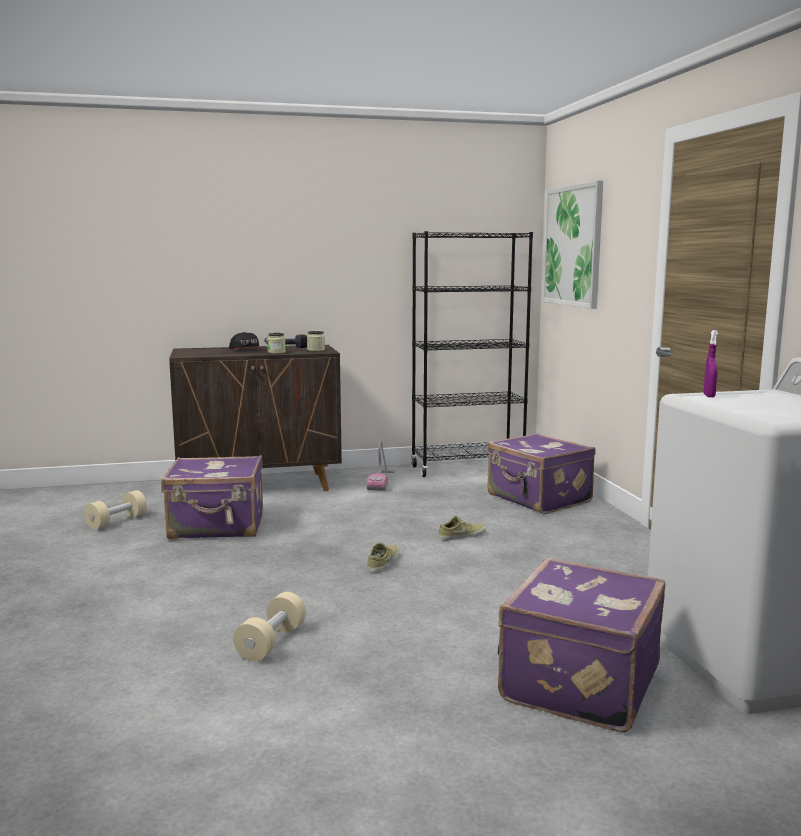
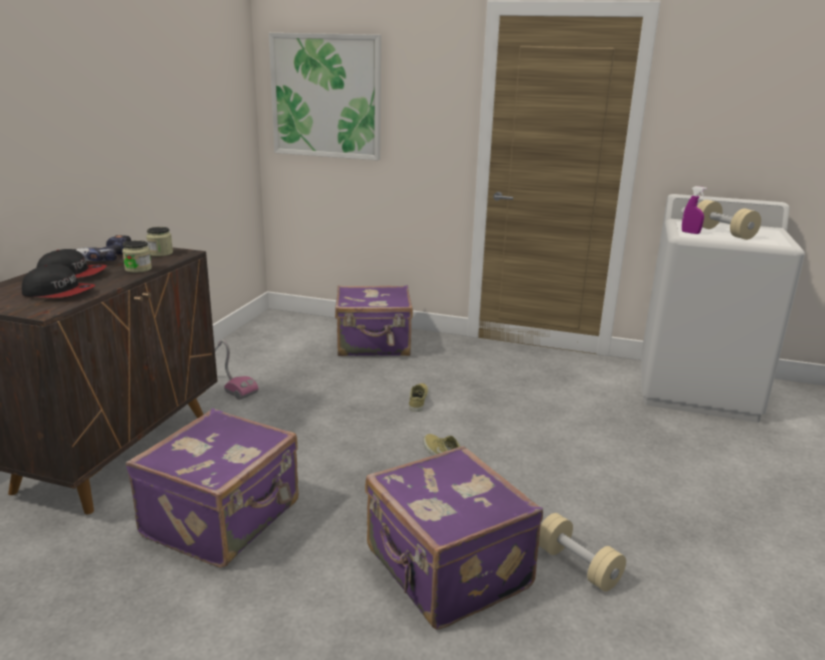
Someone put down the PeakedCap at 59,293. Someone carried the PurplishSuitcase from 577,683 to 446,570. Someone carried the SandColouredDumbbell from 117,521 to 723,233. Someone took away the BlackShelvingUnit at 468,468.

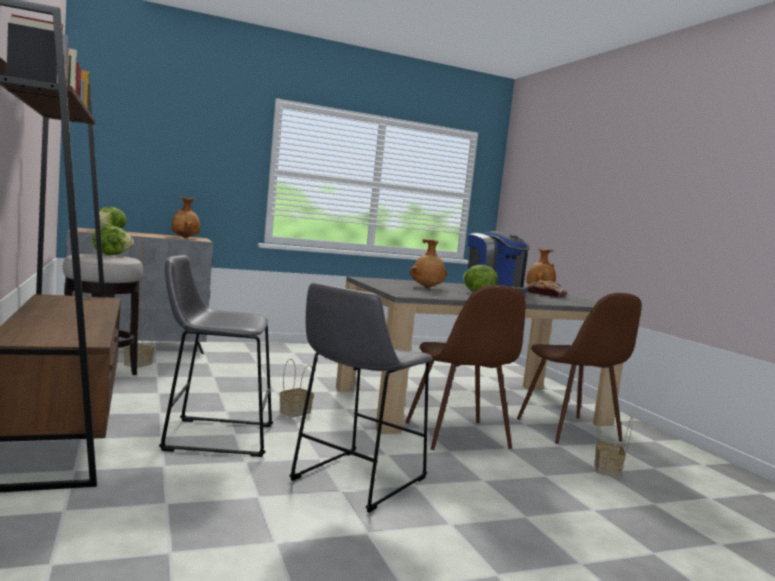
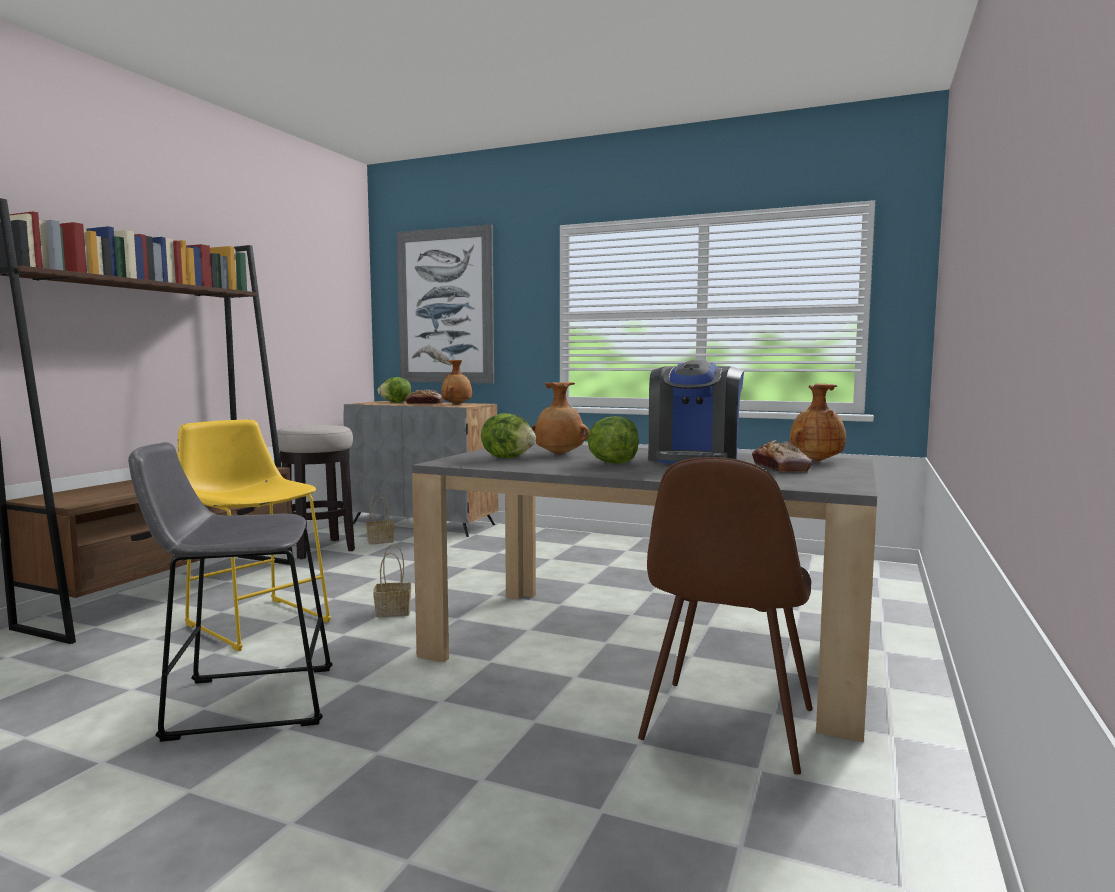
Someone repainted the GrayStool at 212,436, which became the YellowishStool at 255,621. Someone put up the WallPicture at 445,306. Someone put down the BakedBread at 424,403. Someone carried the Lettuce from 111,254 to 508,457. Someone took away the BrownColouredPlainChair at 457,436. Someone took away the HouseholdBasket at 608,470.

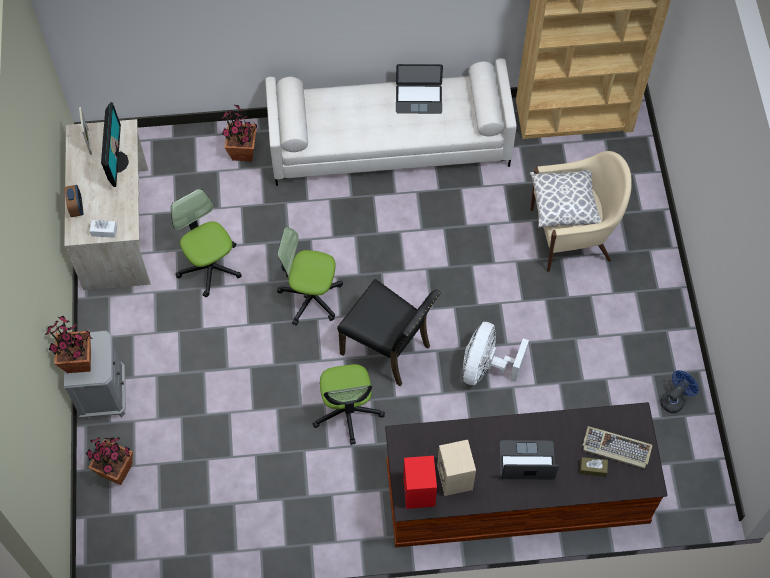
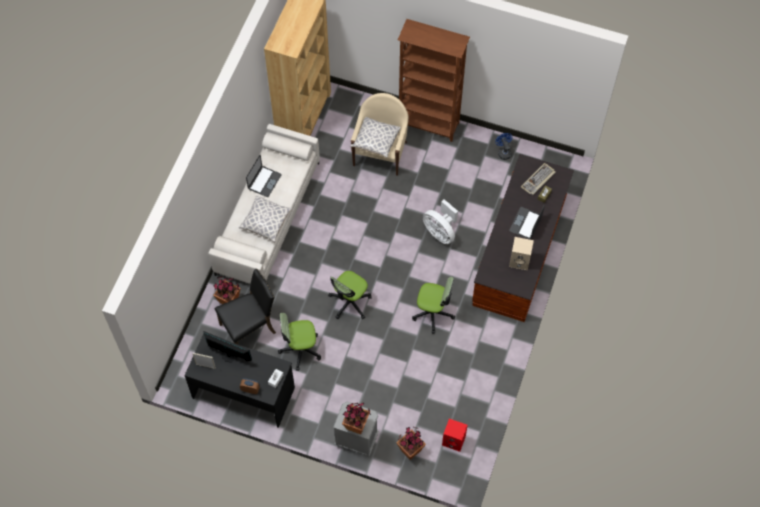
Someone repainted the SandColouredDesk at 117,228, which became the BlackDesk at 244,392. Someone carried the BlackPlainChair from 388,349 to 249,329. Someone put down the Cushion at 266,222. Someone put down the BrownColouredShelvingUnit at 429,125. Someone carried the RedAudioSpeaker from 420,493 to 454,440.

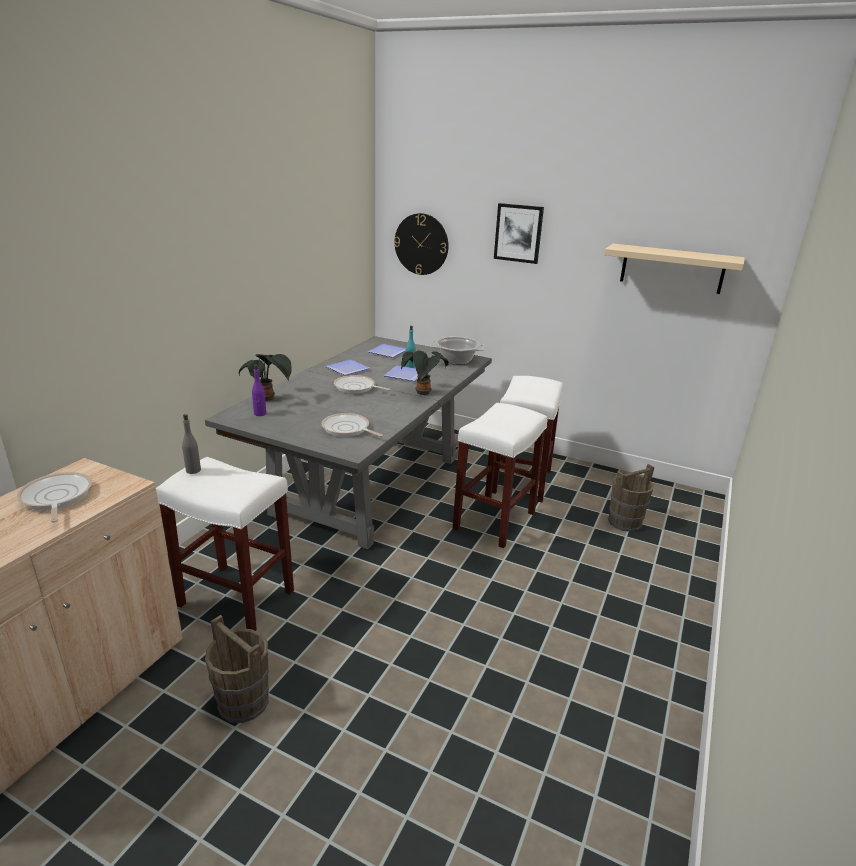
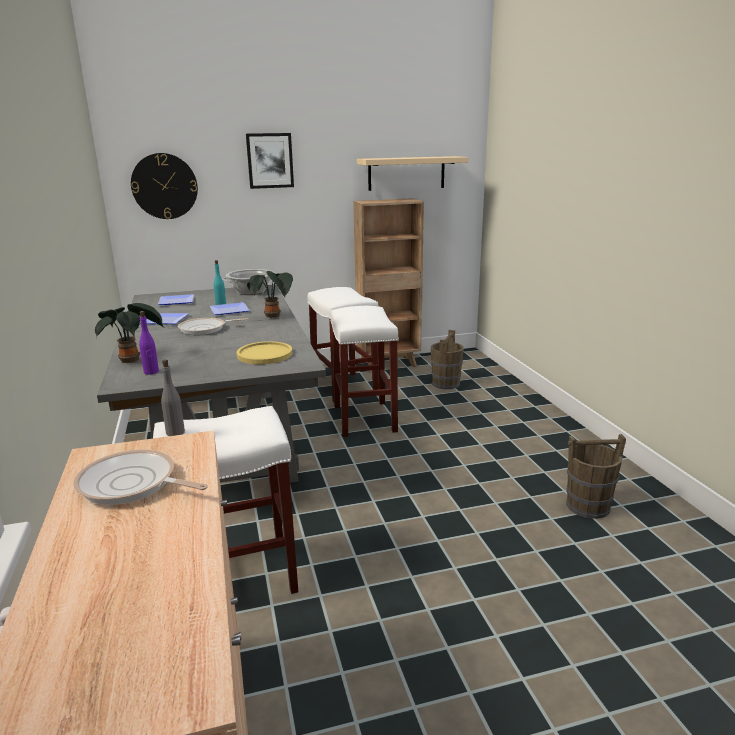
Someone swapped the Skillet at 347,429 for the YellowishFlatDish at 264,354. Someone put down the BrownColouredShelvingUnit at 389,364. Someone carried the BrownColouredBucket from 244,702 to 588,506.

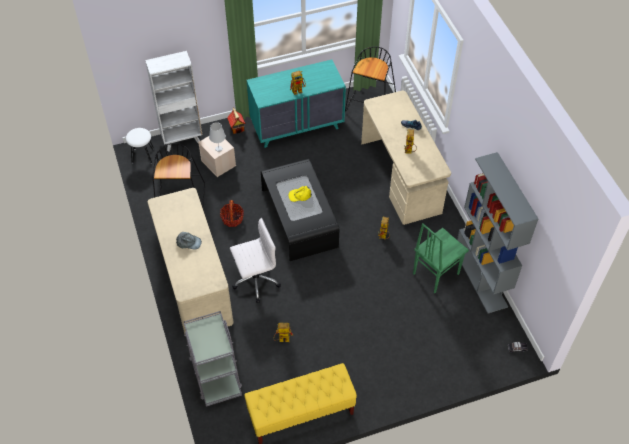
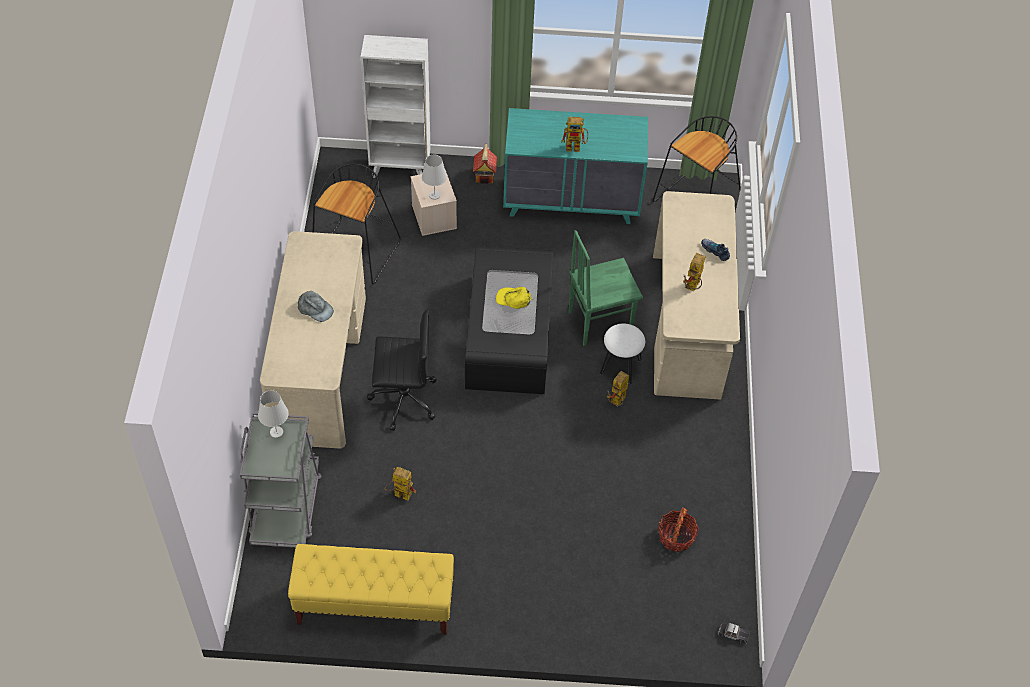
Someone put down the WhiteTableLamp at 276,432. Someone repainted the WhiteComputerChair at 255,280, which became the BlackComputerChair at 403,398. Someone carried the GreenPlainChair from 435,273 to 598,322. Someone carried the WhiteStool from 143,156 to 620,368. Someone carried the HouseholdBasket from 232,219 to 676,537. Someone took away the GrayShelvingUnit at 481,278.

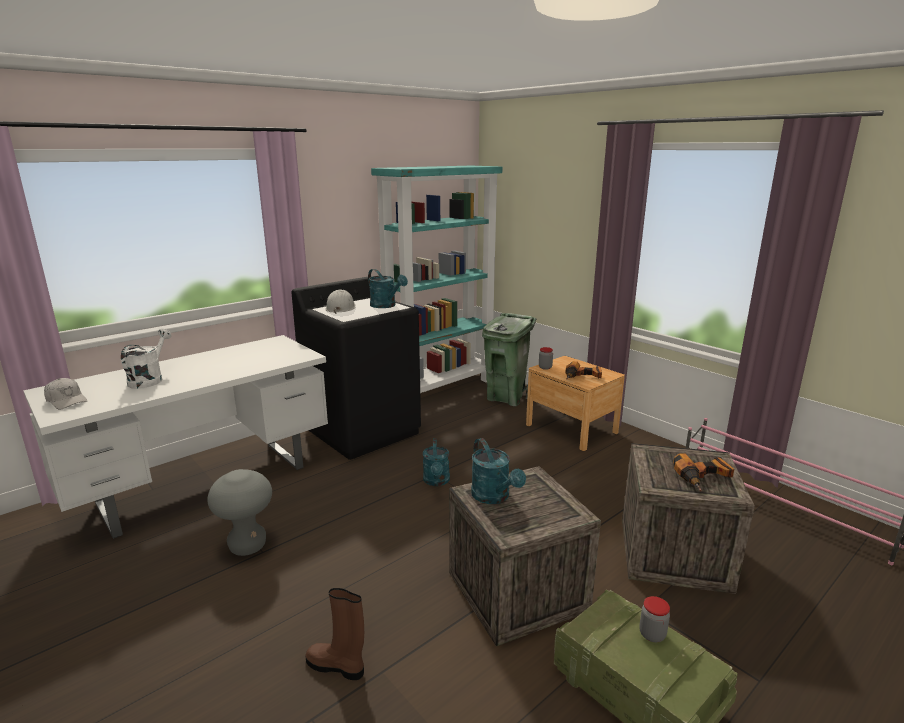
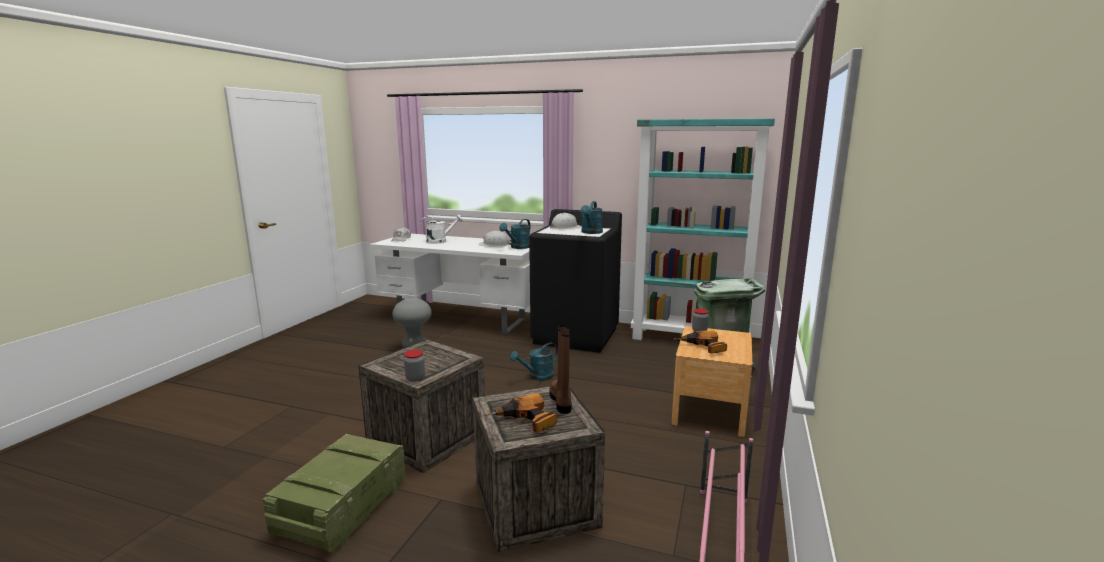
Someone carried the StorageJar from 652,634 to 415,378. Someone put down the WhiteWorkHelmet at 494,245. Someone carried the BlueGreenWateringCan from 494,497 to 518,247. Someone carried the BrownColouredBoot from 337,666 to 561,401.

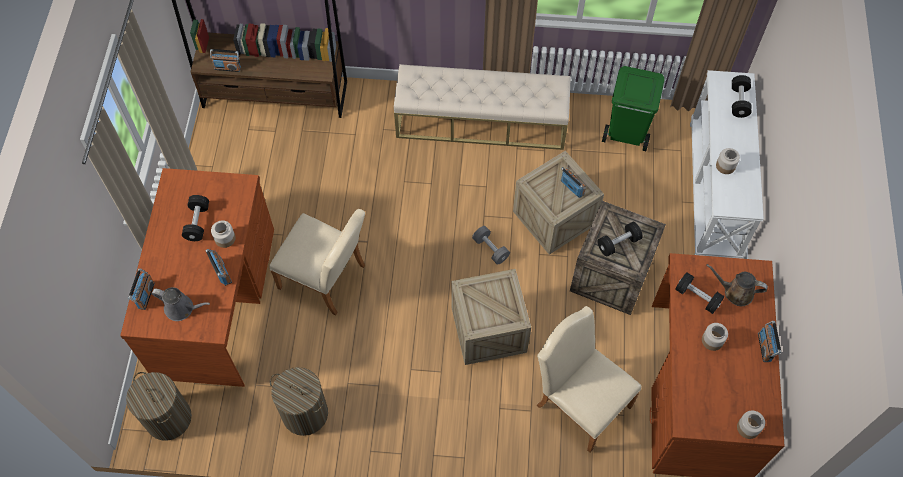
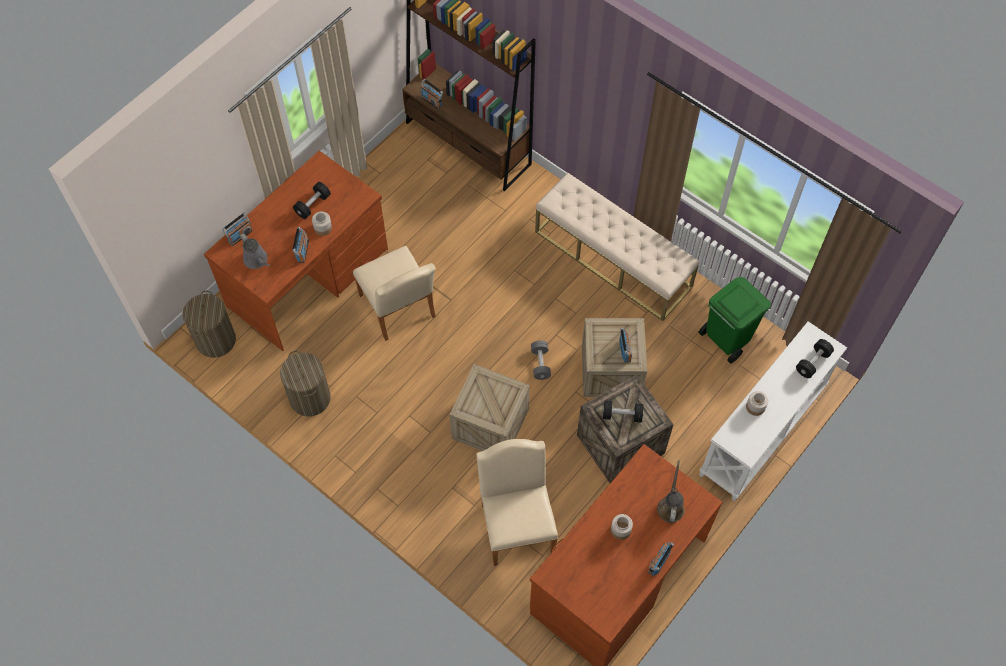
Someone rotated the BrownColouredWateringCan at 735,292 by 45 degrees clockwise. Someone took away the BlackDumbbell at 697,297. Someone took away the StorageJar at 748,427.

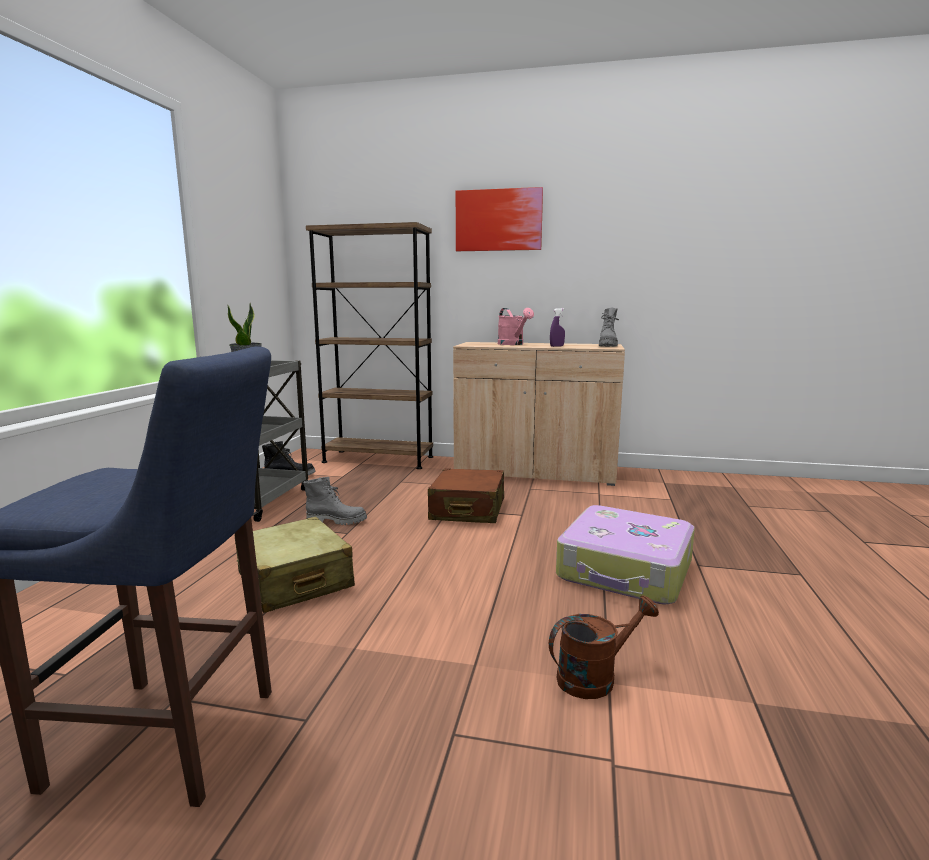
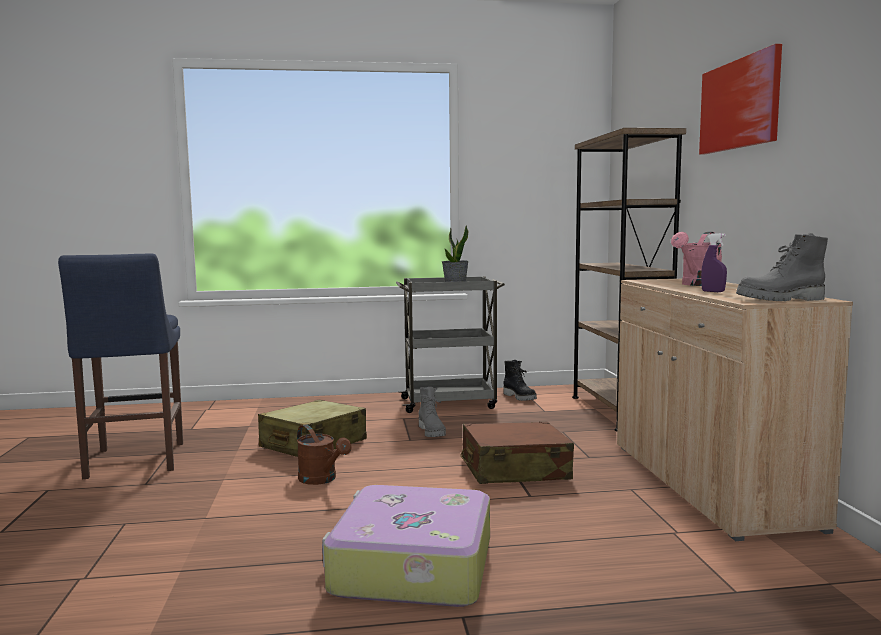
Someone carried the BrownColouredWateringCan from 595,677 to 322,479.

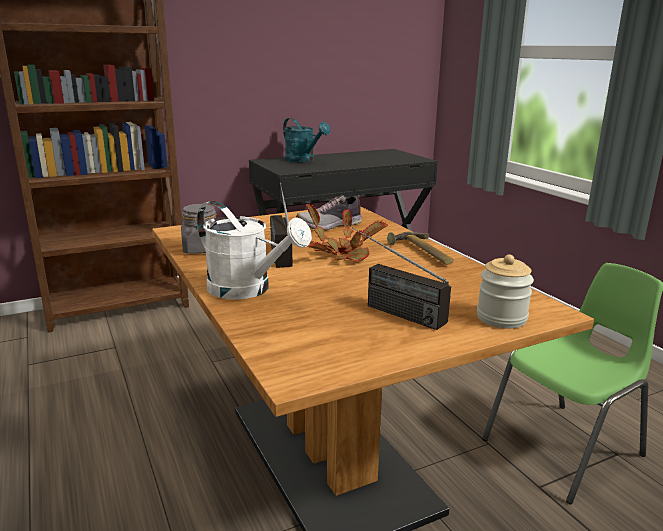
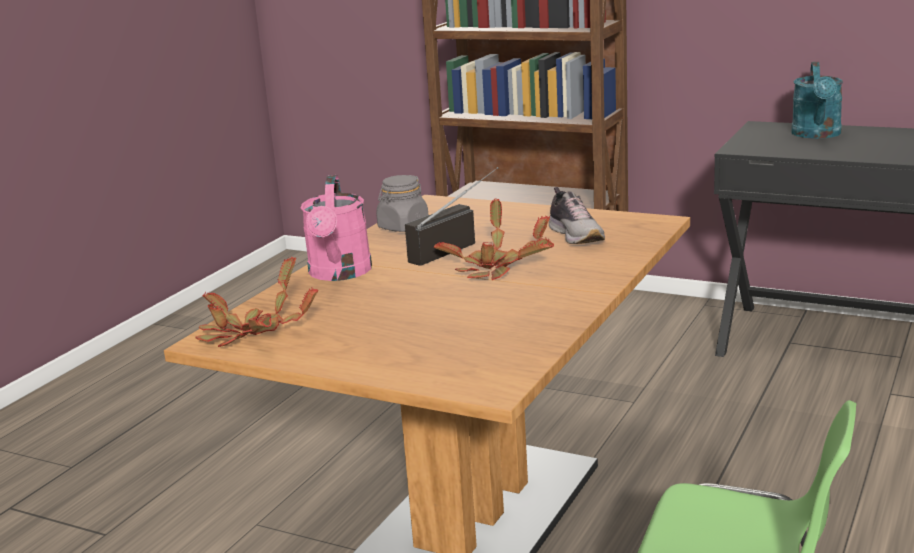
Someone put down the Houseplant at 250,334. Someone repainted the WhiteWateringCan at 248,290, which became the PinkColouredWateringCan at 339,274. Someone rotated the ItemOfFootwear at 331,225 by 135 degrees counterclockwise. Someone took away the RadioSet at 386,308. Someone took away the ToolHammer at 422,253. Someone took away the StorageJar at 501,318.

